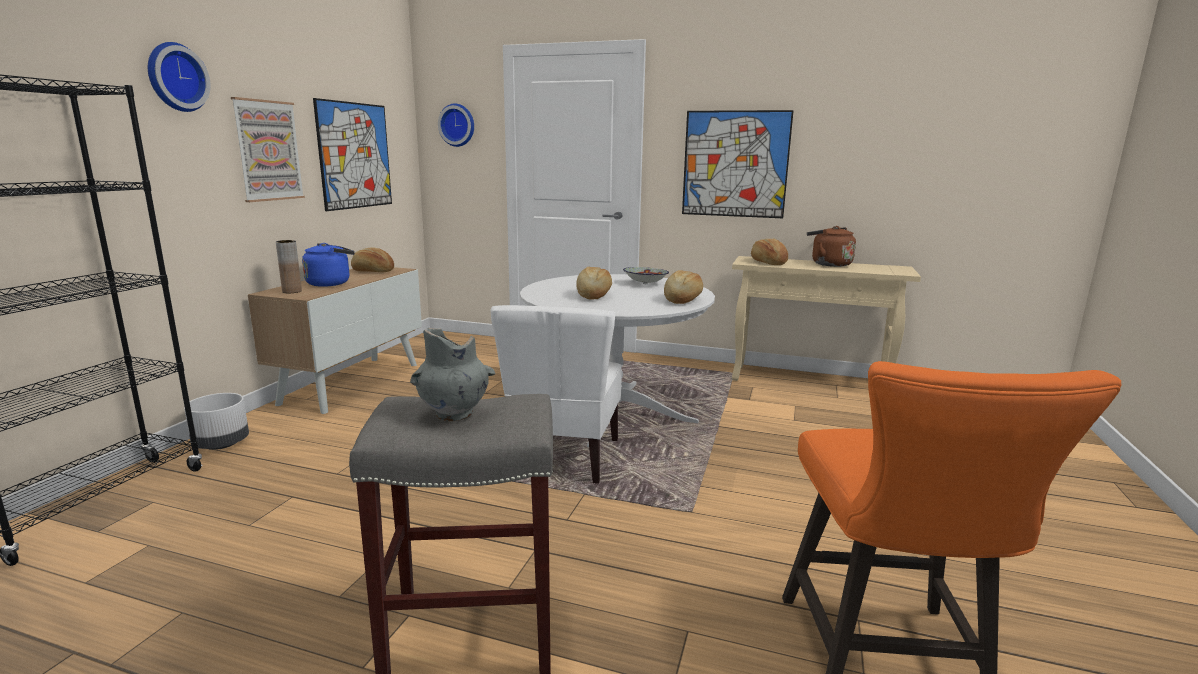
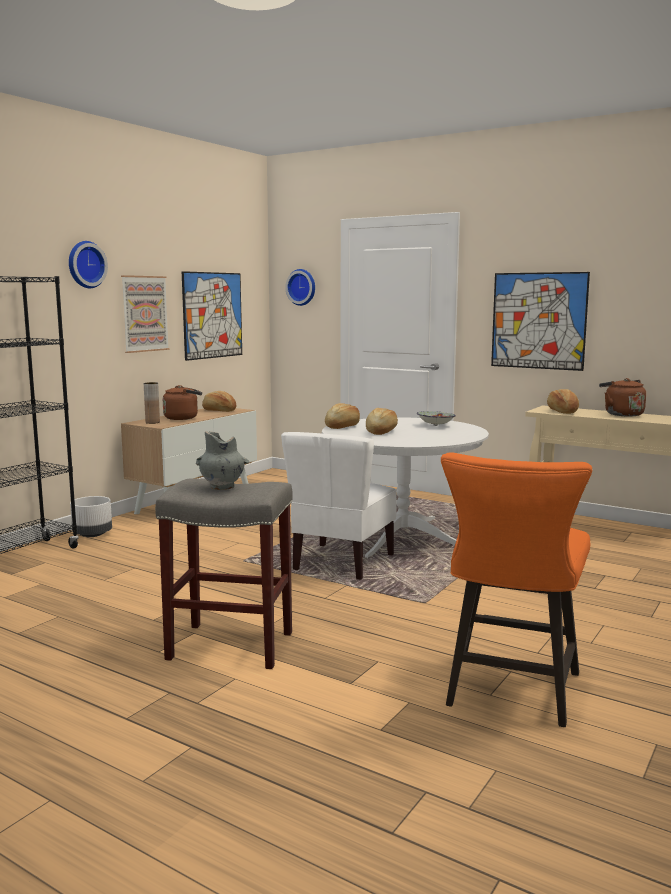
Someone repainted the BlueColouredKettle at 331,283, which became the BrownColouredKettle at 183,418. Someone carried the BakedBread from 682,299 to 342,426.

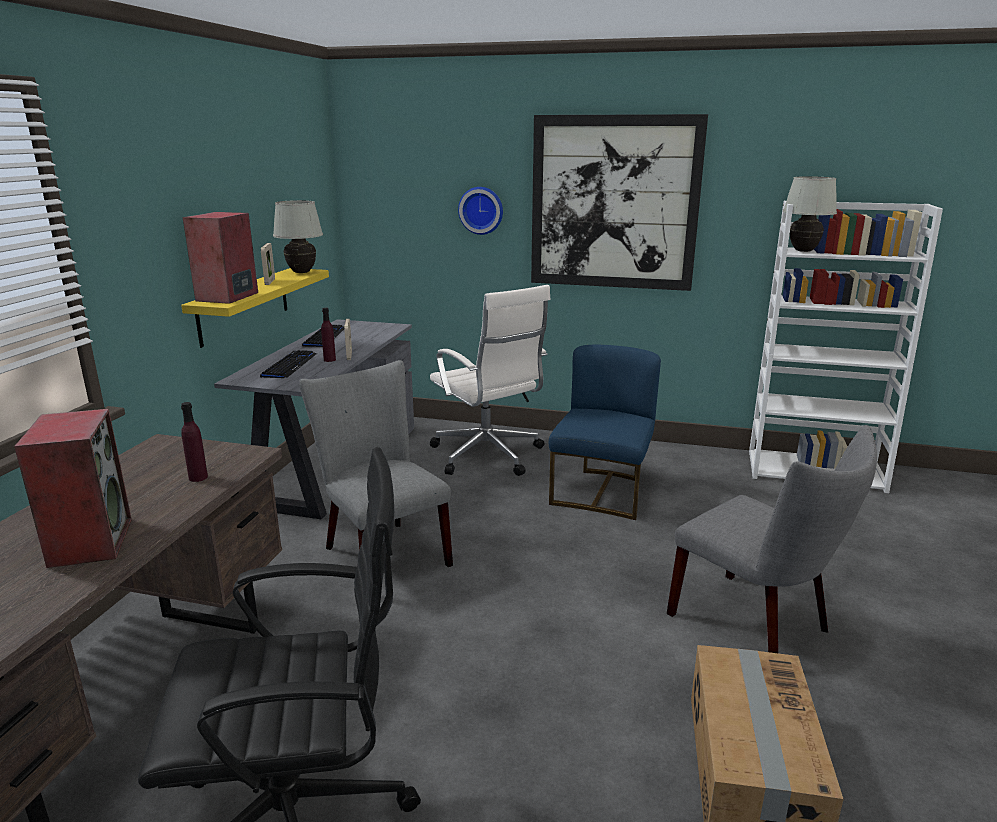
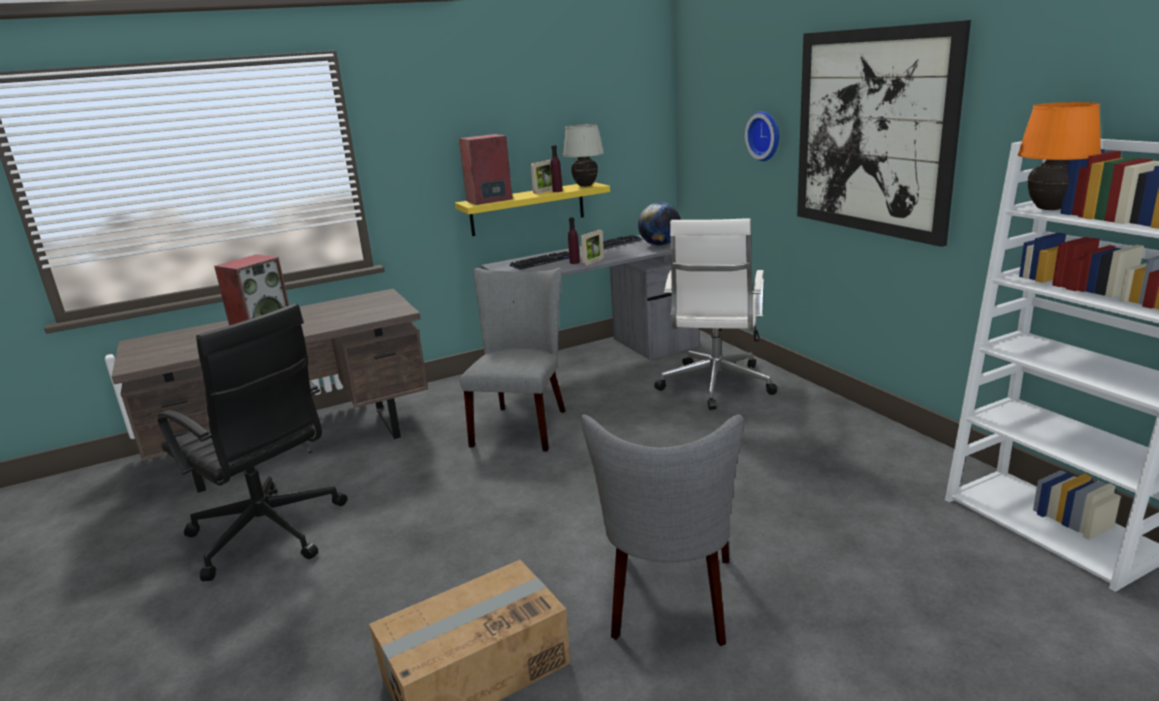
Someone carried the PurplishDrinkBottle from 198,477 to 557,191. Someone put down the WorldGlobe at 660,245. Someone repainted the WhiteTableLamp at 803,251, which became the OrangeColouredTableLamp at 1049,209. Someone took away the BlueColouredPlainChair at 602,492.

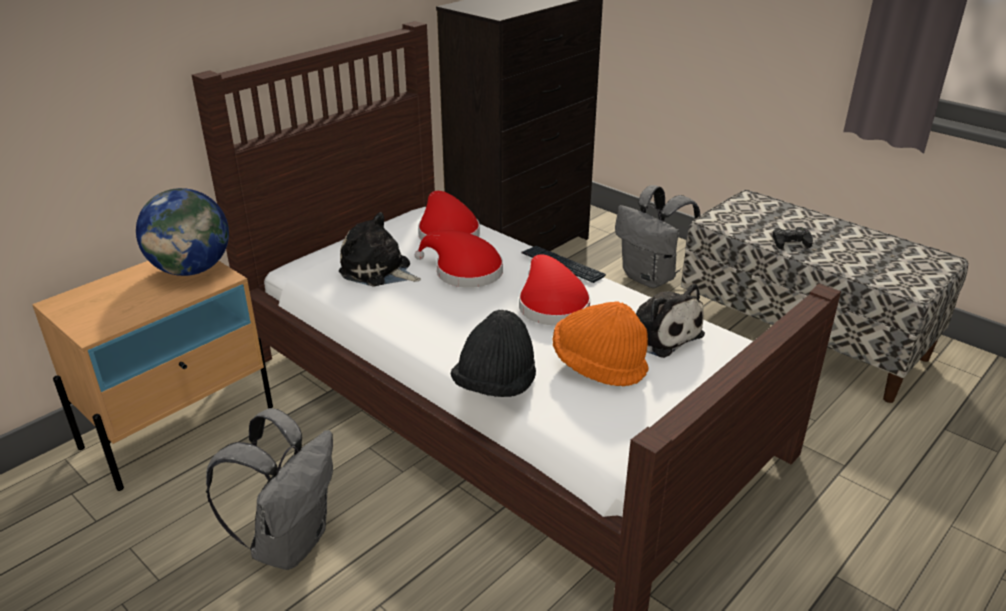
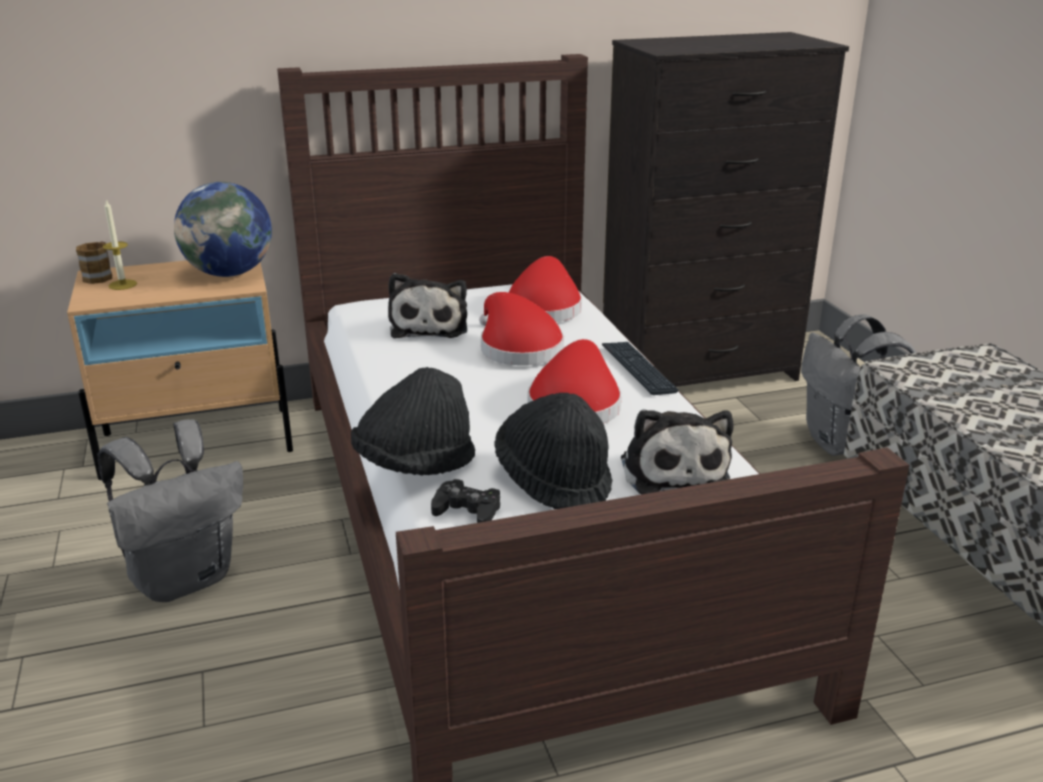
Someone put down the CoffeeMug at 100,276. Someone put down the WaxCandle at 122,285. Someone rotated the PlushToy at 378,271 by 150 degrees counterclockwise. Someone carried the BlackGamepad from 790,242 to 467,511. Someone repainted the OrangeColouredClothingHat at 598,365, which became the BlackClothingHat at 554,480.

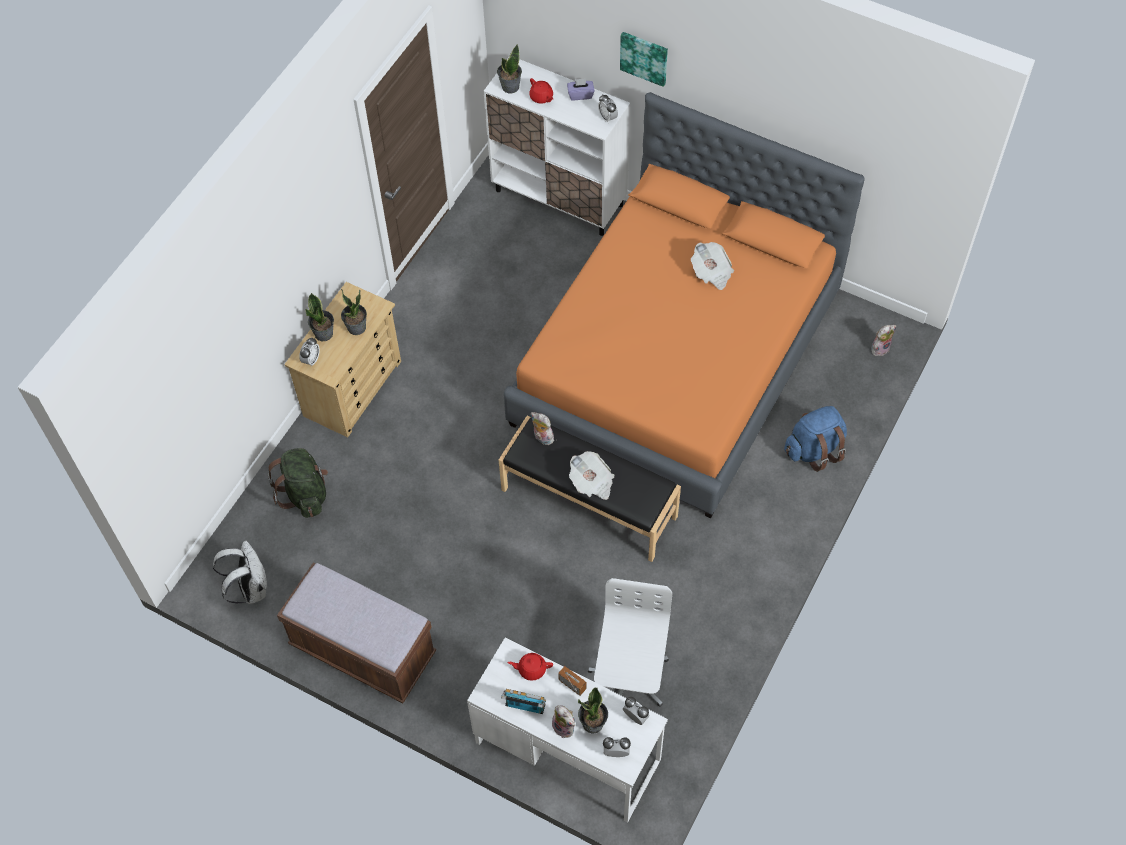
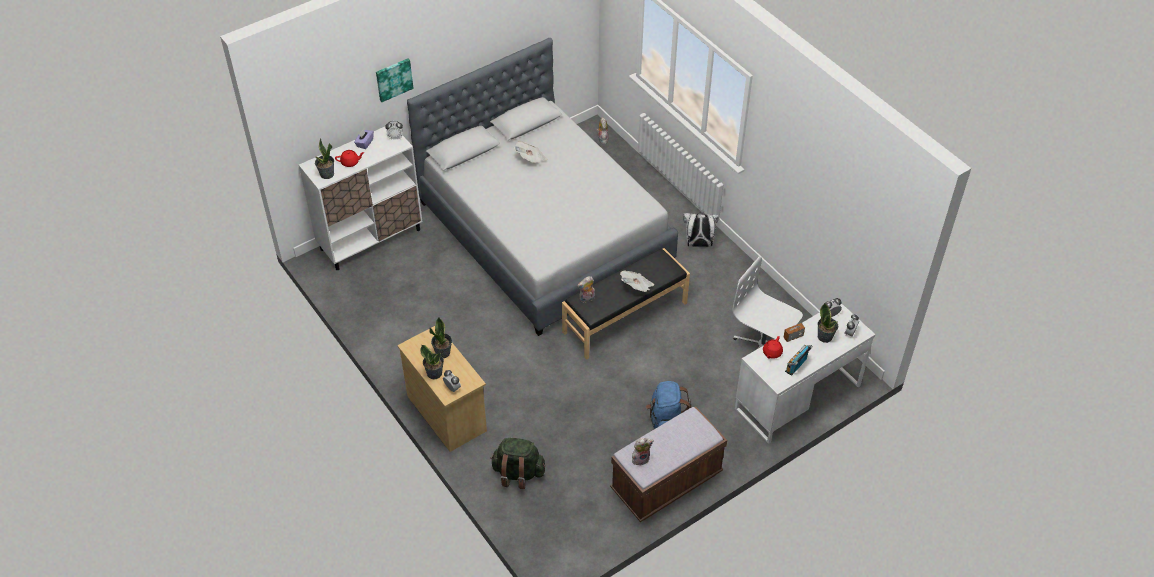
Someone repainted the OrangeColouredSleepingBed at 676,358, which became the GraySleepingBed at 544,232. Someone carried the PlushToy from 565,727 to 641,458. Someone carried the BlueColouredBackpack from 814,449 to 666,421. Someone carried the WhiteBackpack from 250,588 to 698,244.

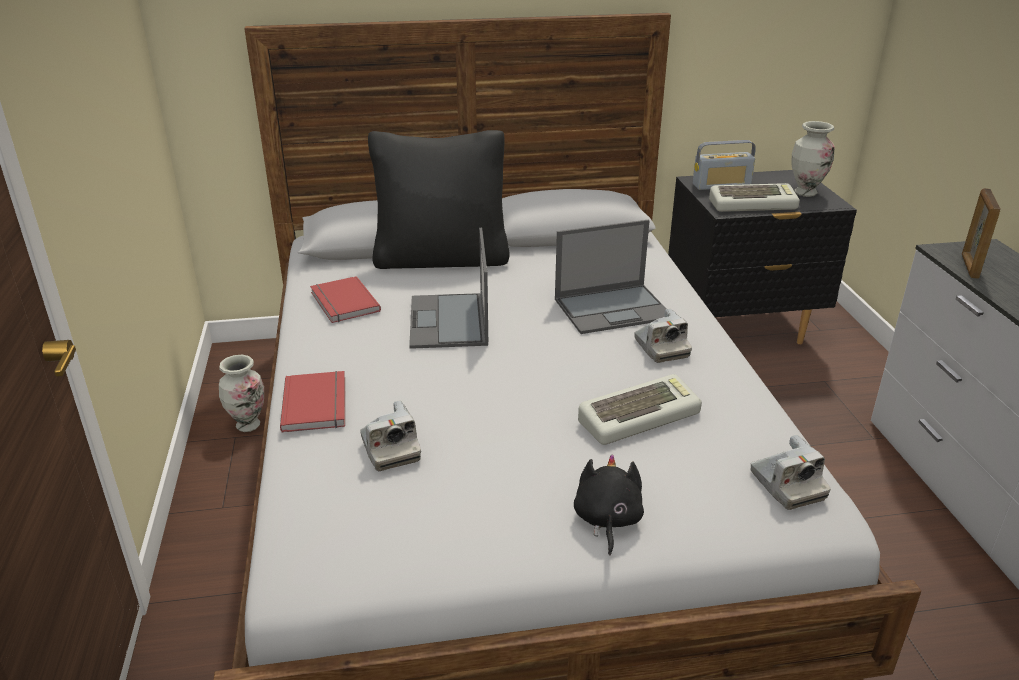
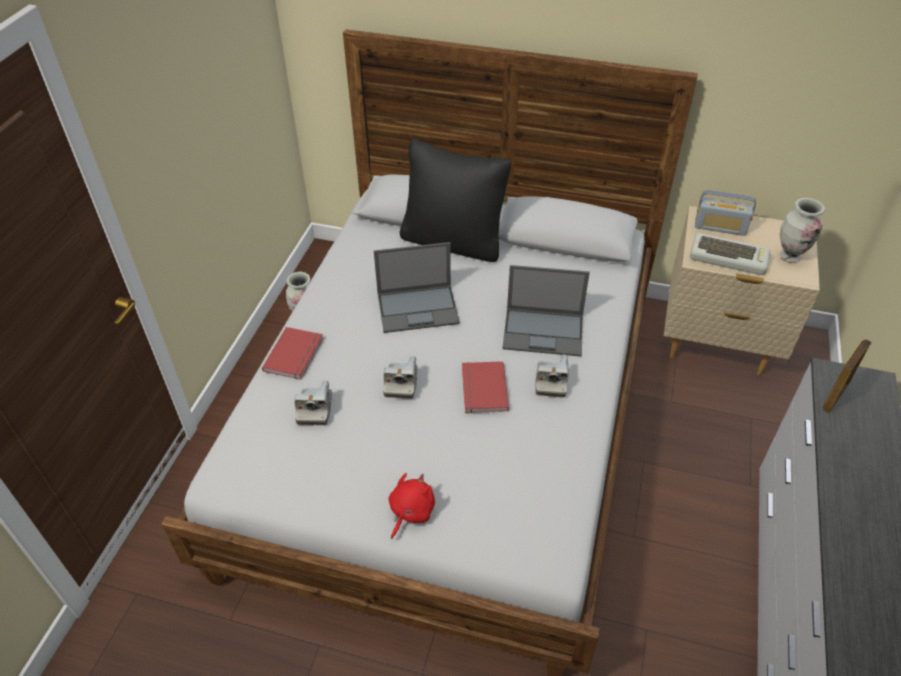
Someone rotated the PortableComputer at 449,322 by 120 degrees counterclockwise. Someone carried the PhotoCamera from 787,485 to 401,383. Someone repainted the BlackPlushToy at 607,520, which became the RedPlushToy at 410,512. Someone carried the RedBoundBook from 343,303 to 482,389. Someone repainted the BlackNightstand at 740,330, which became the SandColouredNightstand at 716,344. Someone took away the PcKeyboard at 638,416.

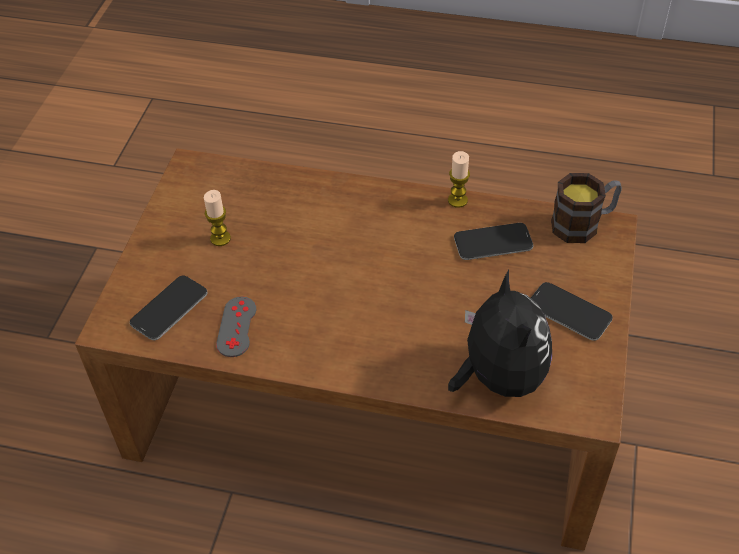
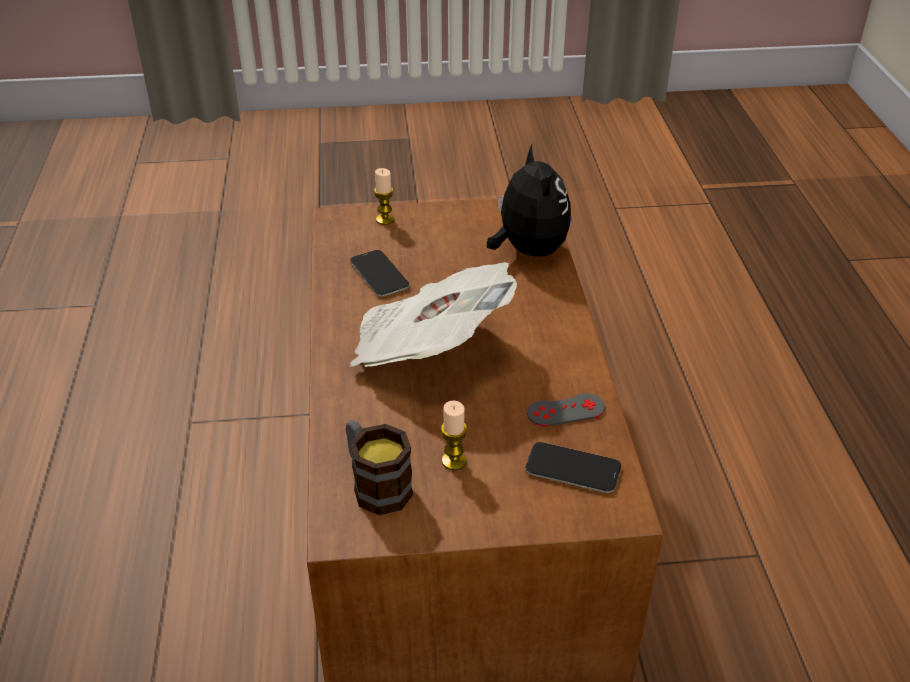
Someone carried the CoffeeMug from 583,223 to 375,484. Someone put down the DailyPaper at 428,349. Someone carried the WaxCandle from 457,200 to 385,219. Someone rotated the PlushToy at 498,377 by 105 degrees clockwise. Someone took away the Handset at 569,312.

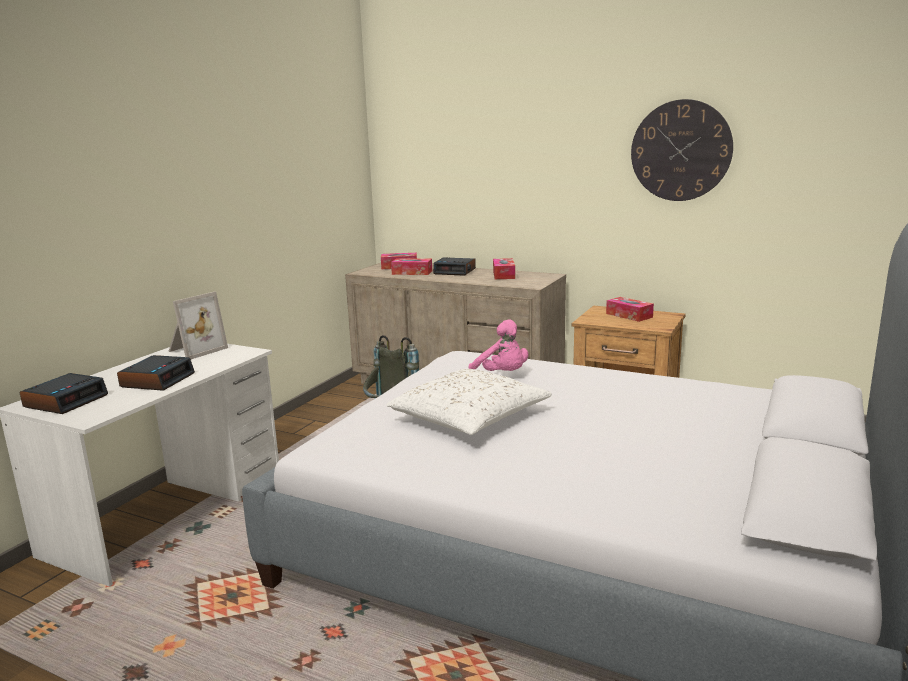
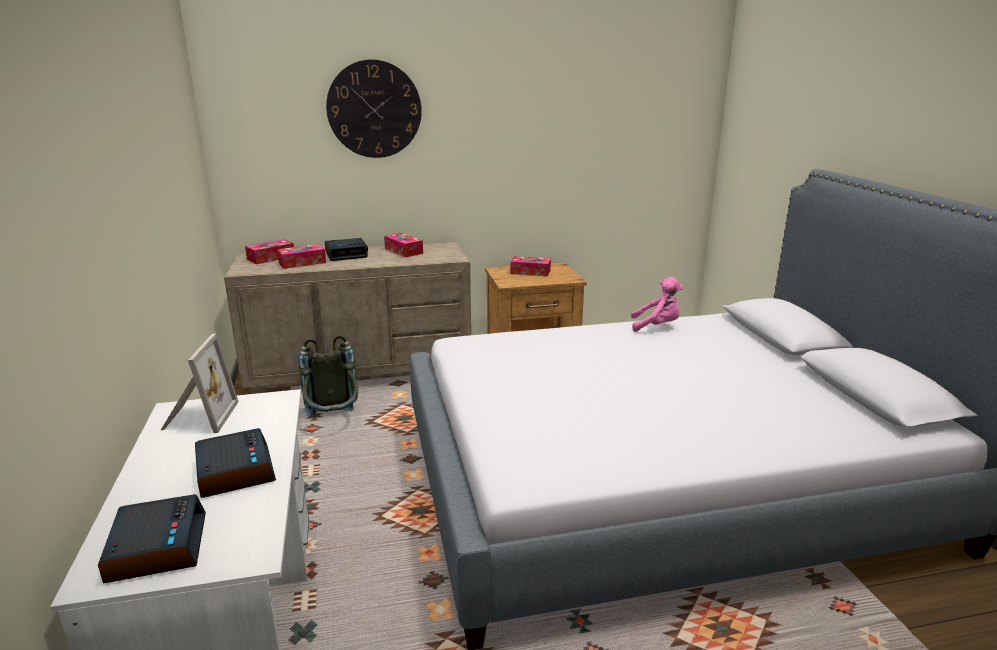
Someone carried the WallClock from 681,151 to 374,109. Someone carried the PinkColouredPlushToy from 502,375 to 657,326. Someone took away the WhiteCushion at 470,418.

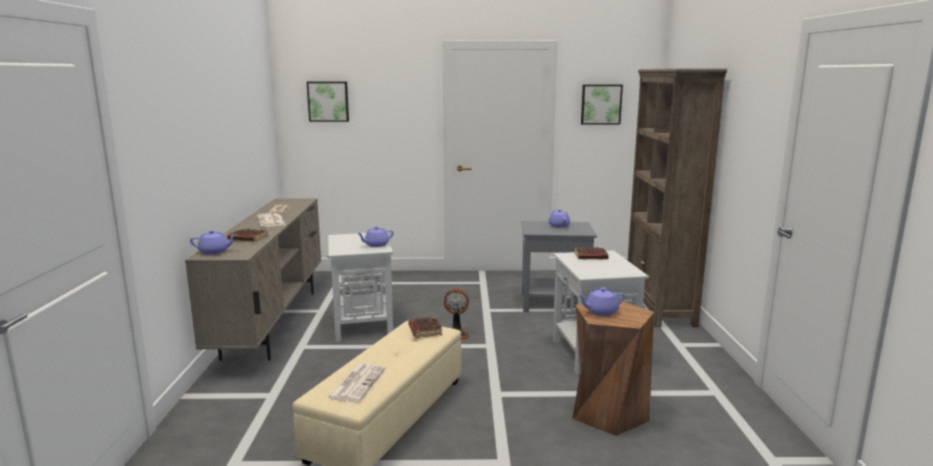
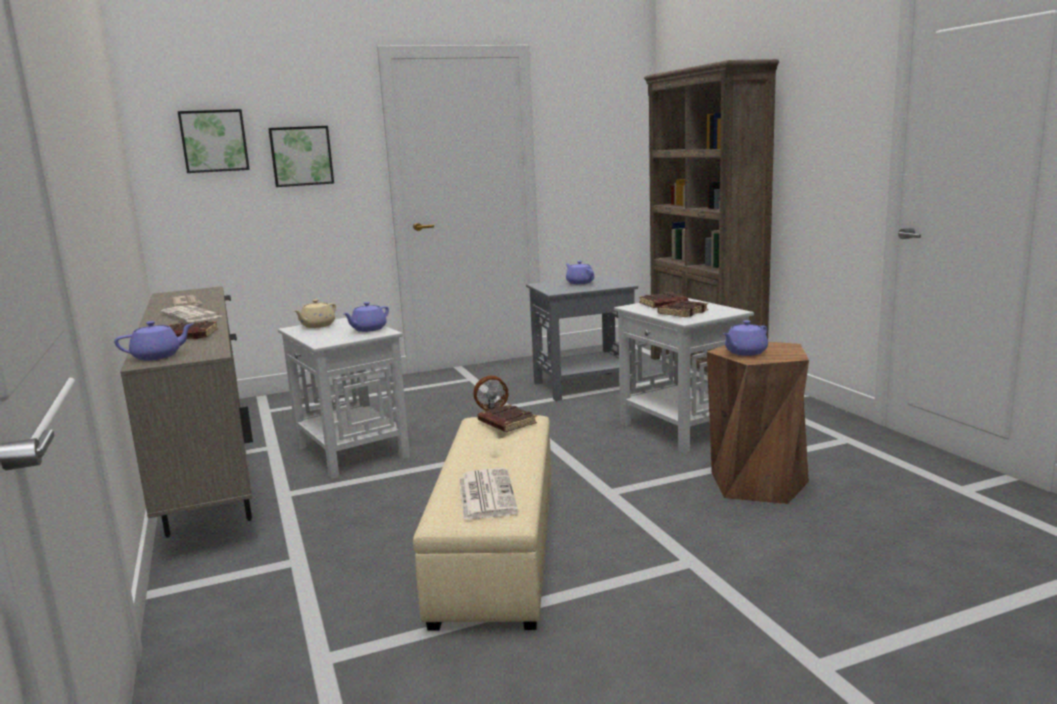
Someone carried the WallPicture from 601,104 to 301,156. Someone put down the SandColouredPotForTea at 317,326. Someone put down the BrownColouredBoundBook at 682,312.

